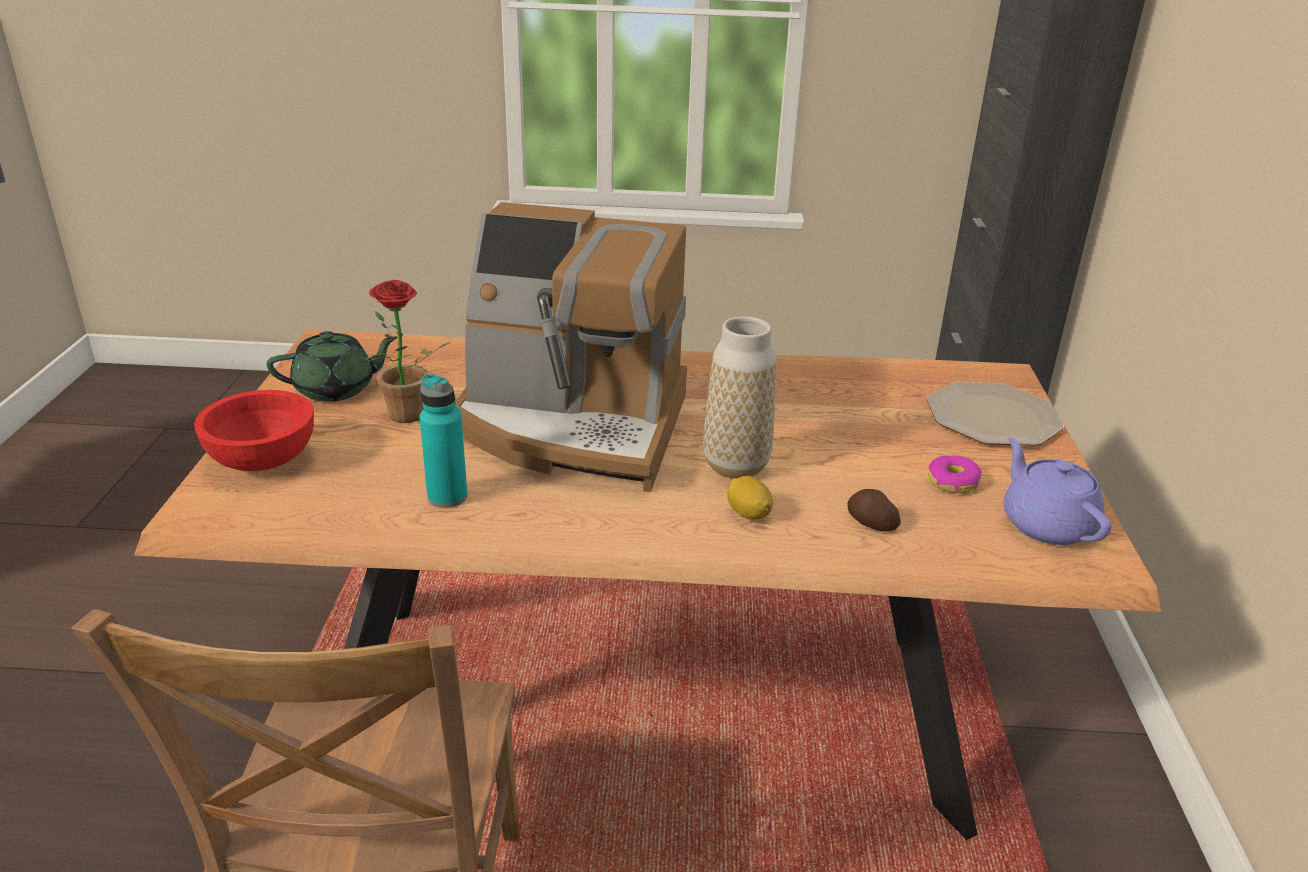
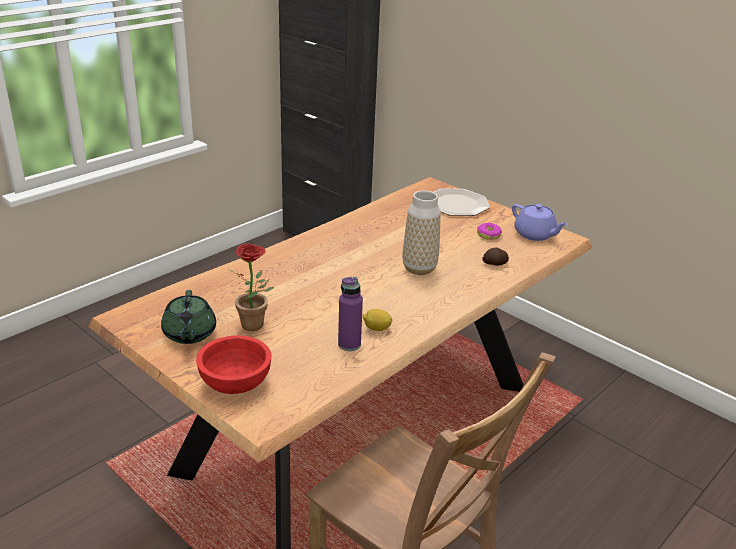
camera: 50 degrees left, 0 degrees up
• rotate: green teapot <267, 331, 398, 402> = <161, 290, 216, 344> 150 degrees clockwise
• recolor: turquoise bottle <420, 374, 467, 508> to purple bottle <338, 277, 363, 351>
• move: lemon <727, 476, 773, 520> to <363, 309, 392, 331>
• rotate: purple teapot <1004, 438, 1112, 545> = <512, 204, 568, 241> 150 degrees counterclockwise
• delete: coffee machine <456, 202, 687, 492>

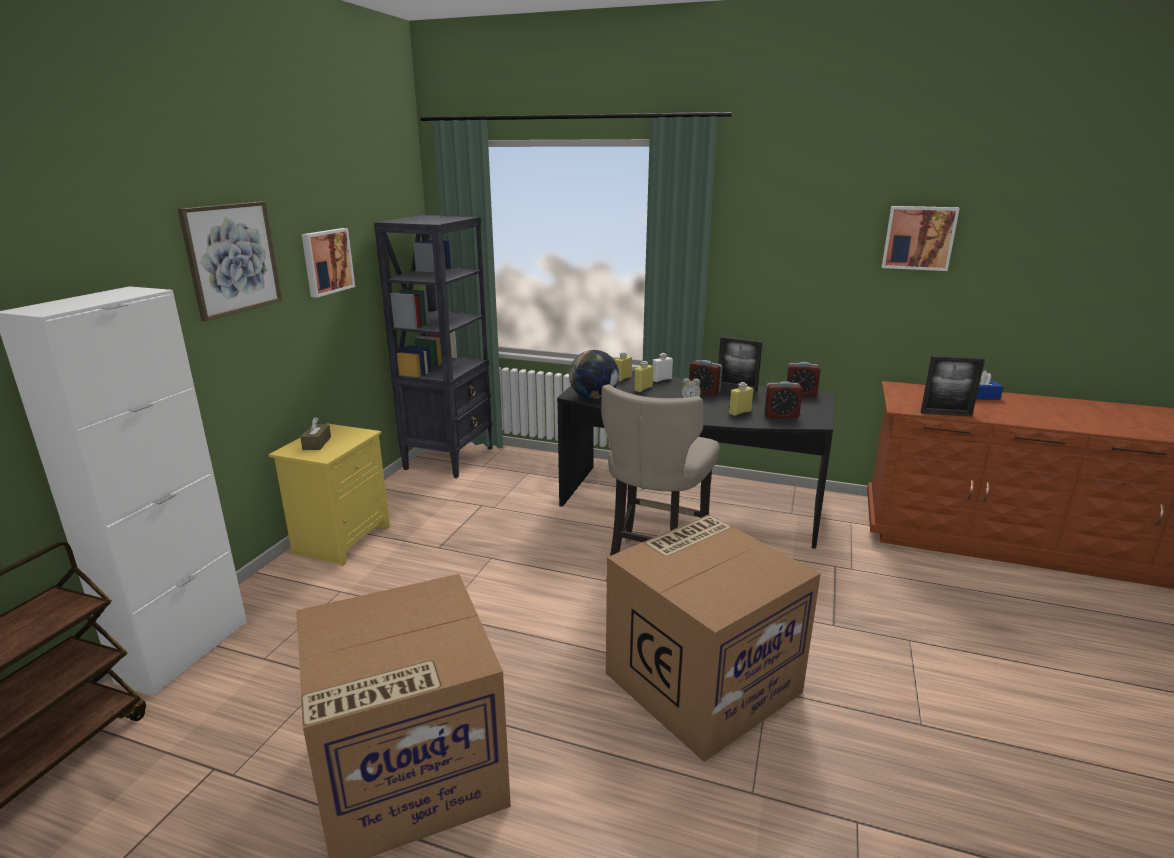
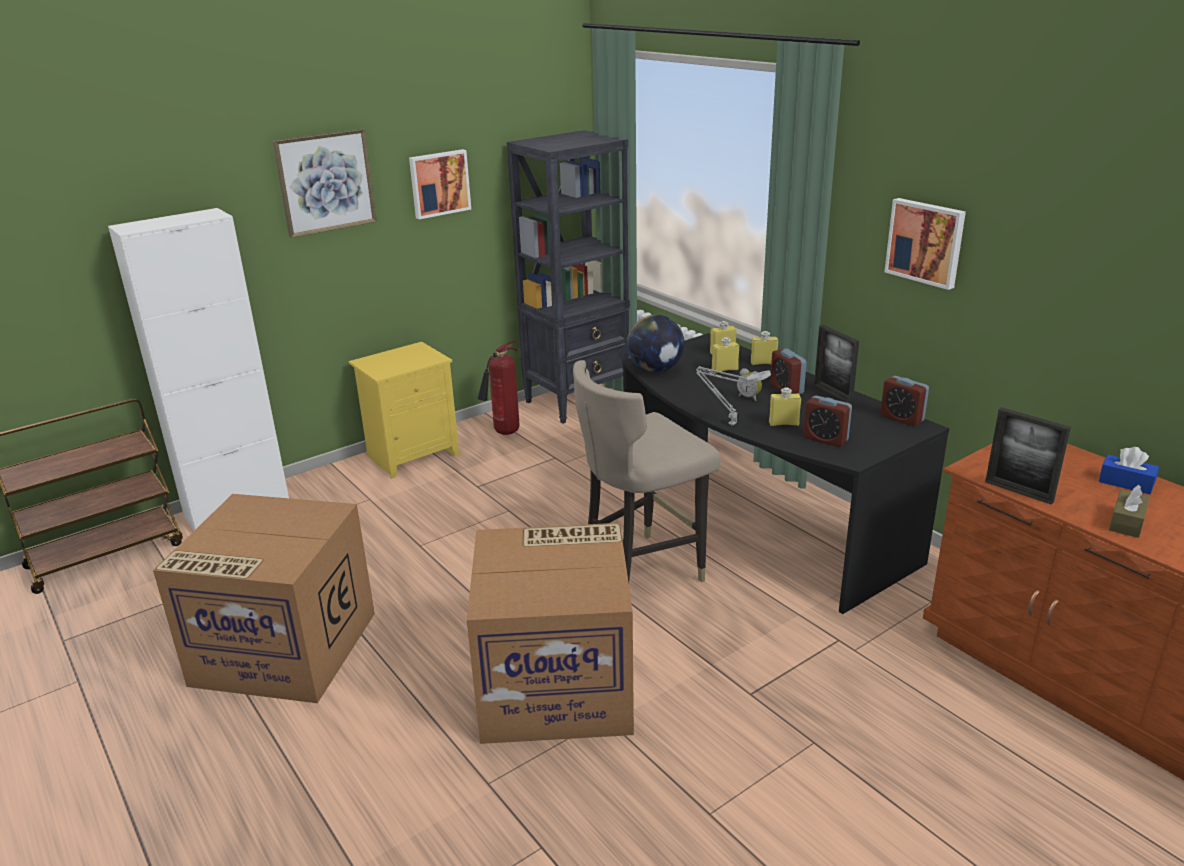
camera: 35 degrees right, 5 degrees up
• insert: fire extinguisher <478, 341, 520, 435>
• insert: grey table lamp <696, 366, 771, 426>
• recolor: white bottle <652, 353, 673, 382> to yellow bottle <751, 331, 778, 365>
• move: picture <882, 206, 960, 271> to <885, 198, 966, 290>
• move: brown tissue box <300, 417, 331, 450> to <1109, 485, 1150, 538>

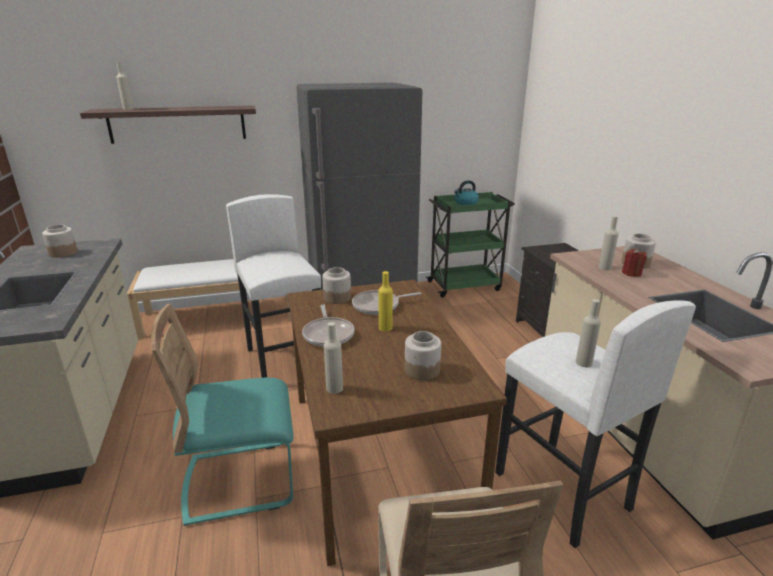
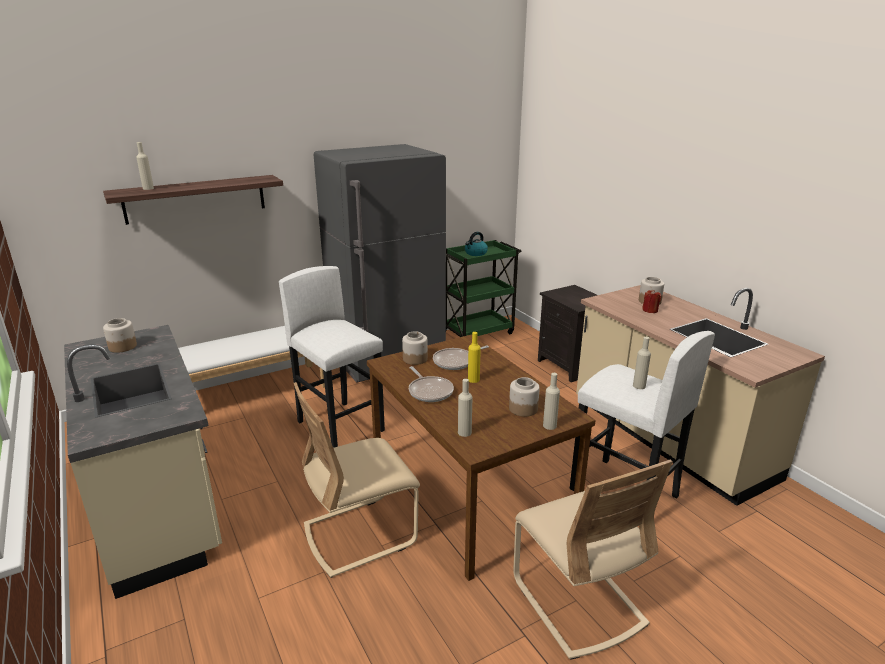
camera: 15 degrees left, 0 degrees up
• recolor: turquoise chair <151, 304, 294, 526> to beige chair <294, 382, 420, 578>
• move: beige bottle <599, 216, 619, 270> to <543, 373, 560, 430>

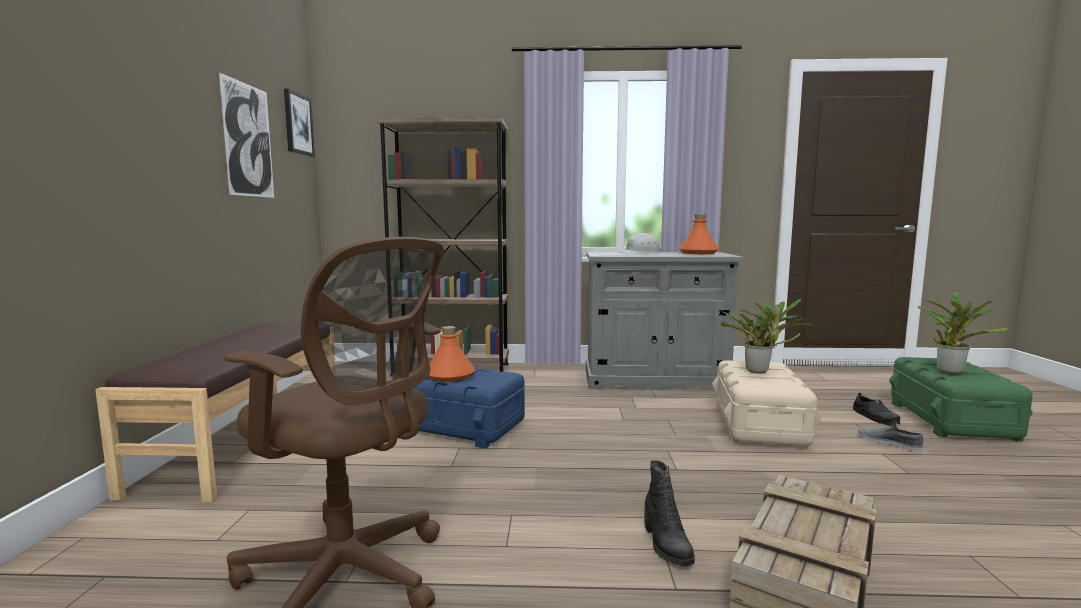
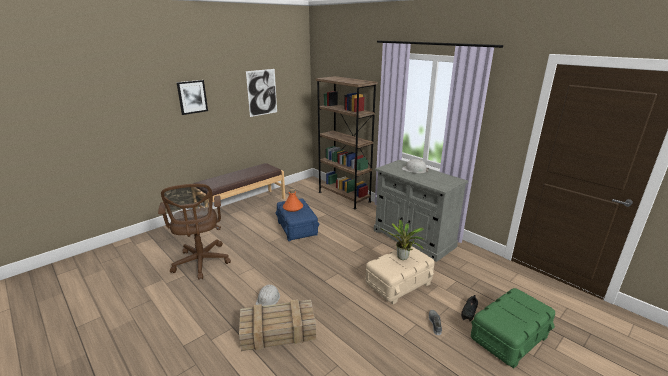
camera: 45 degrees right, 15 degrees up
• move: picture <284, 89, 315, 157> to <176, 80, 208, 115>
• replace: black boot <644, 460, 695, 566> to white hard hat <256, 285, 280, 306>
• delete: orange bottle <679, 215, 719, 254>
• delete: potted plant <917, 292, 1009, 374>

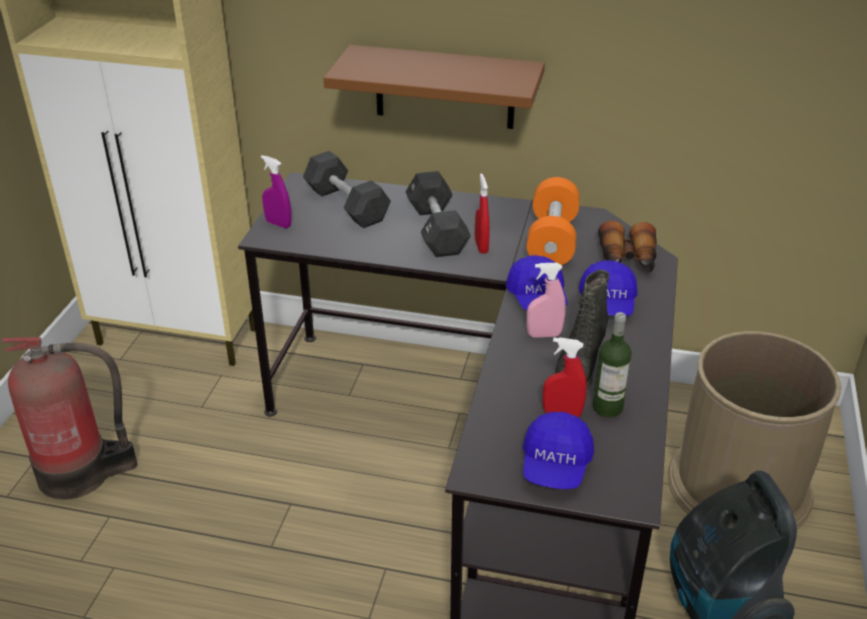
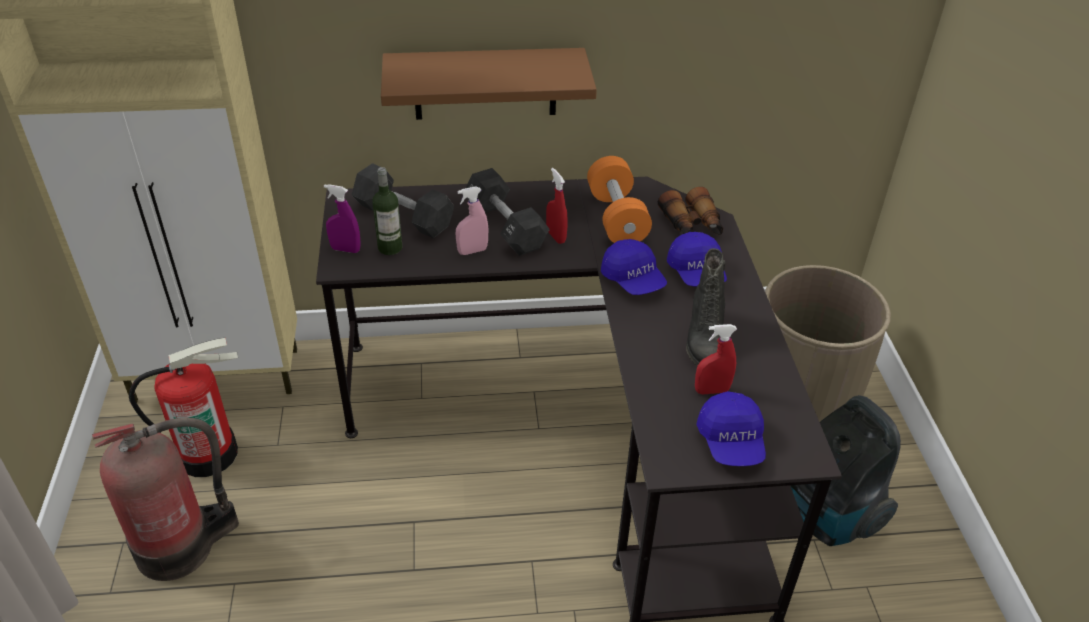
camera: 20 degrees left, 5 degrees up
• insert: fire extinguisher <129, 338, 238, 477>
• move: bottle <593, 312, 632, 417> to <372, 167, 402, 255>
• move: pink spray bottle <527, 263, 566, 338> to <456, 186, 488, 255>

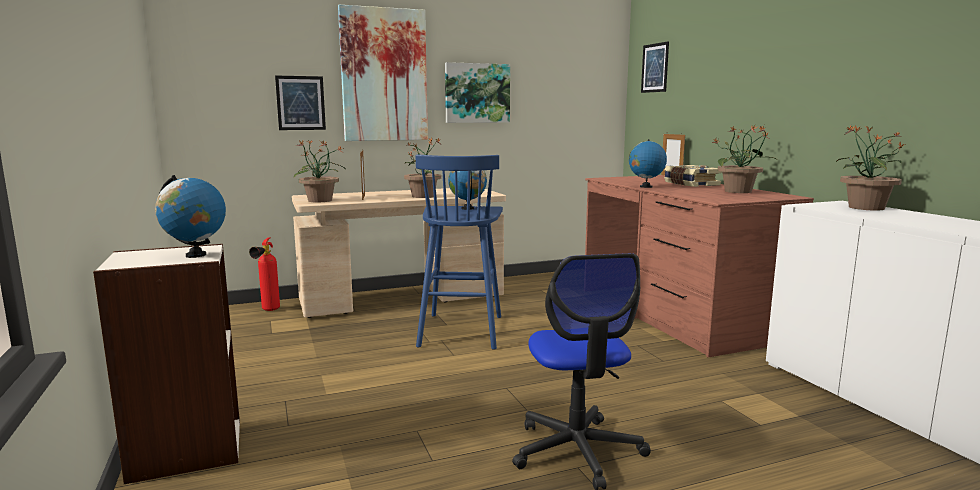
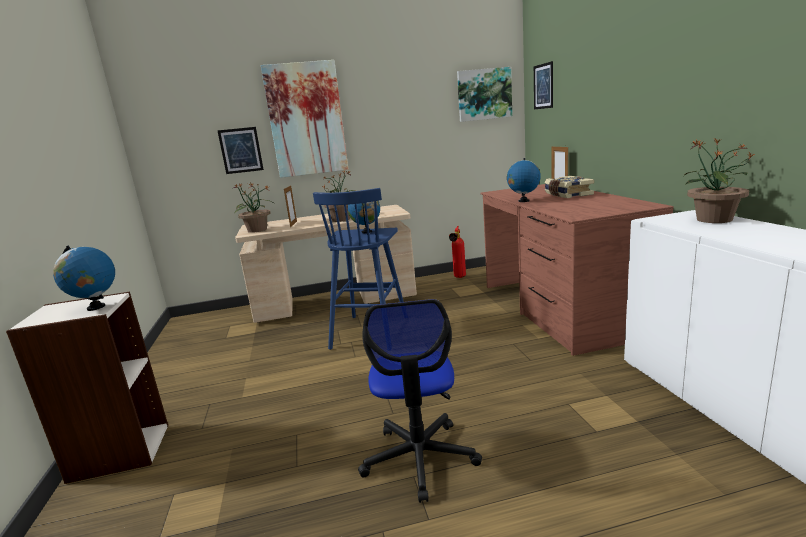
camera: 10 degrees right, 5 degrees up
• move: fire extinguisher <249, 237, 280, 311> to <449, 226, 466, 278>
• move: picture <445, 62, 510, 123> to <457, 67, 512, 122>
• delete: potted plant <712, 125, 776, 193>

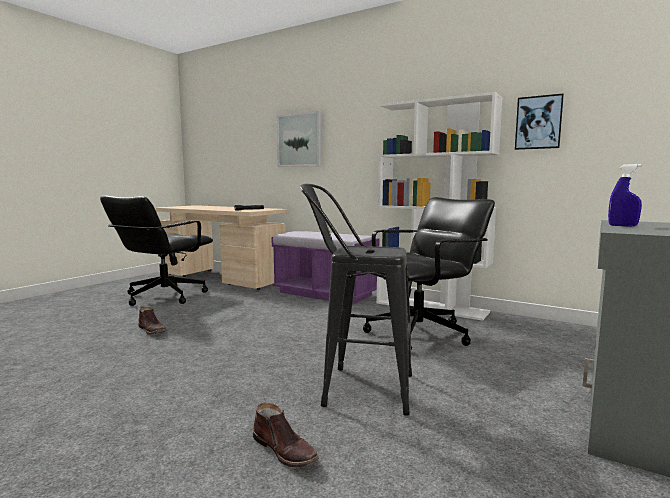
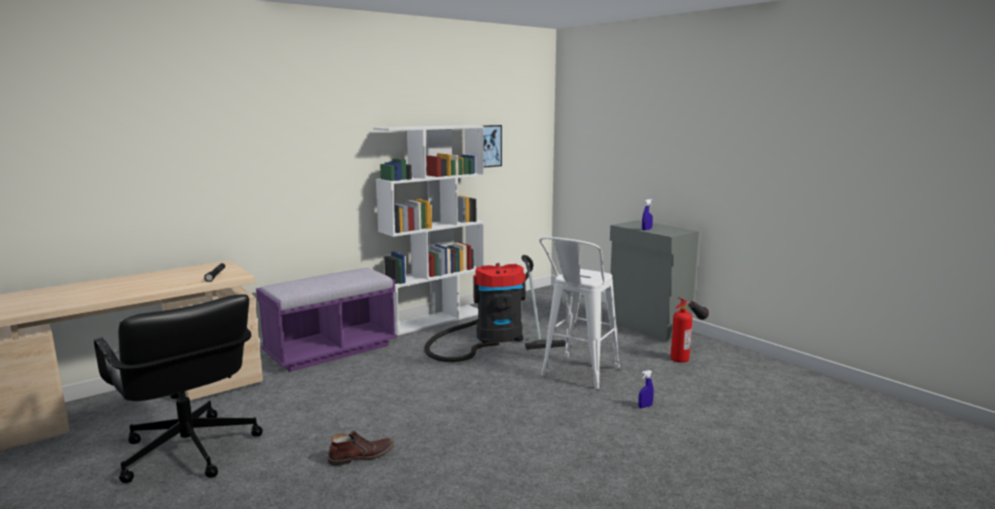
camera: 70 degrees left, 5 degrees up
• replace: black office chair <363, 197, 495, 350> to vacuum cleaner <424, 255, 566, 362>
• recolor: black stool <300, 184, 412, 416> to white stool <539, 237, 620, 390>
• replace: brown boot <253, 403, 319, 468> to blue spray bottle <638, 370, 654, 408>
• insert: fire extinguisher <671, 297, 709, 363>
• delete: picture <276, 111, 321, 167>

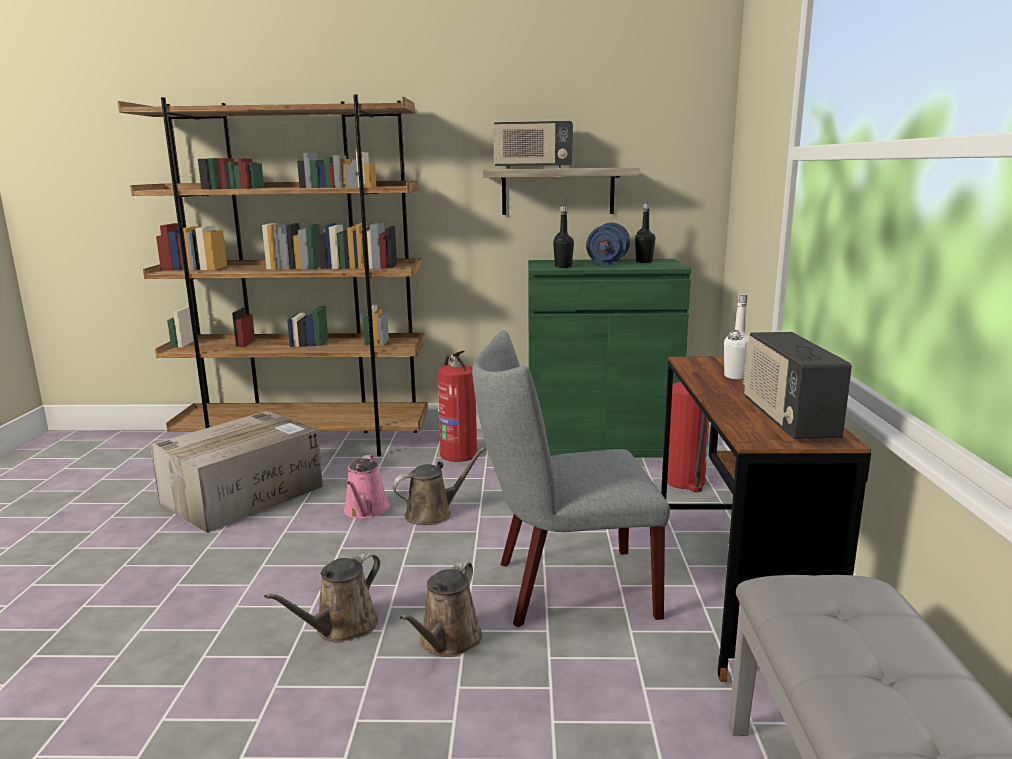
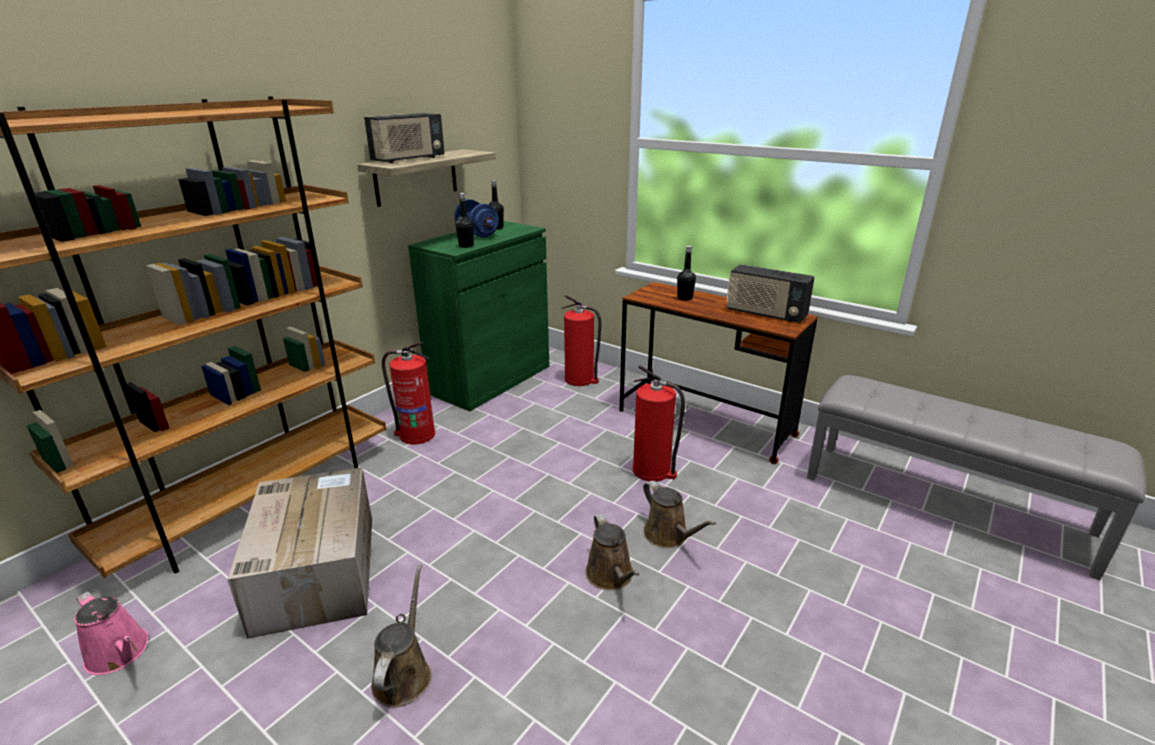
camera: 55 degrees left, 10 degrees up
• move: pink watering can <344, 455, 390, 519> to <74, 591, 148, 675>
• move: brown watering can <392, 448, 486, 525> to <371, 565, 432, 707>
• replace: grey chair <472, 331, 670, 627> to fire extinguisher <633, 366, 685, 482>
• recolor: white bottle <724, 294, 749, 380> to black bottle <677, 246, 696, 301>

